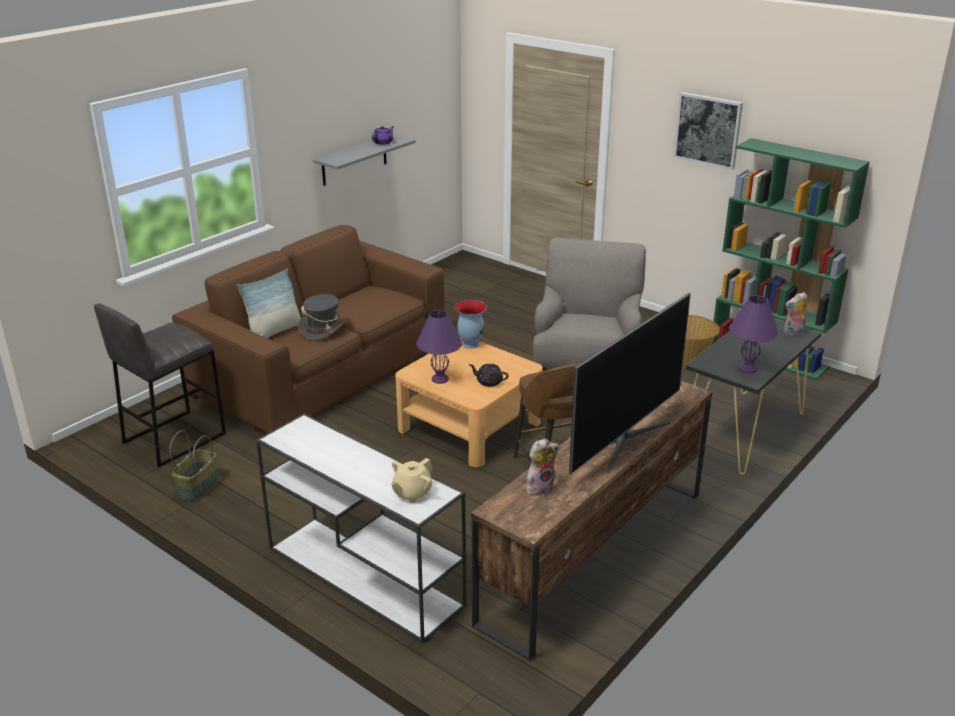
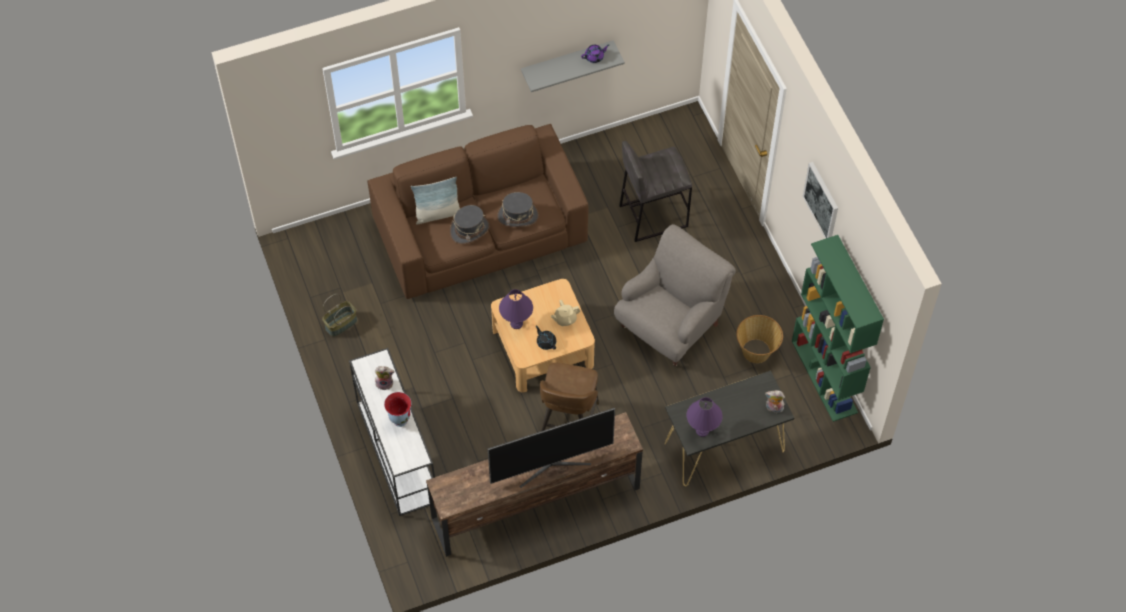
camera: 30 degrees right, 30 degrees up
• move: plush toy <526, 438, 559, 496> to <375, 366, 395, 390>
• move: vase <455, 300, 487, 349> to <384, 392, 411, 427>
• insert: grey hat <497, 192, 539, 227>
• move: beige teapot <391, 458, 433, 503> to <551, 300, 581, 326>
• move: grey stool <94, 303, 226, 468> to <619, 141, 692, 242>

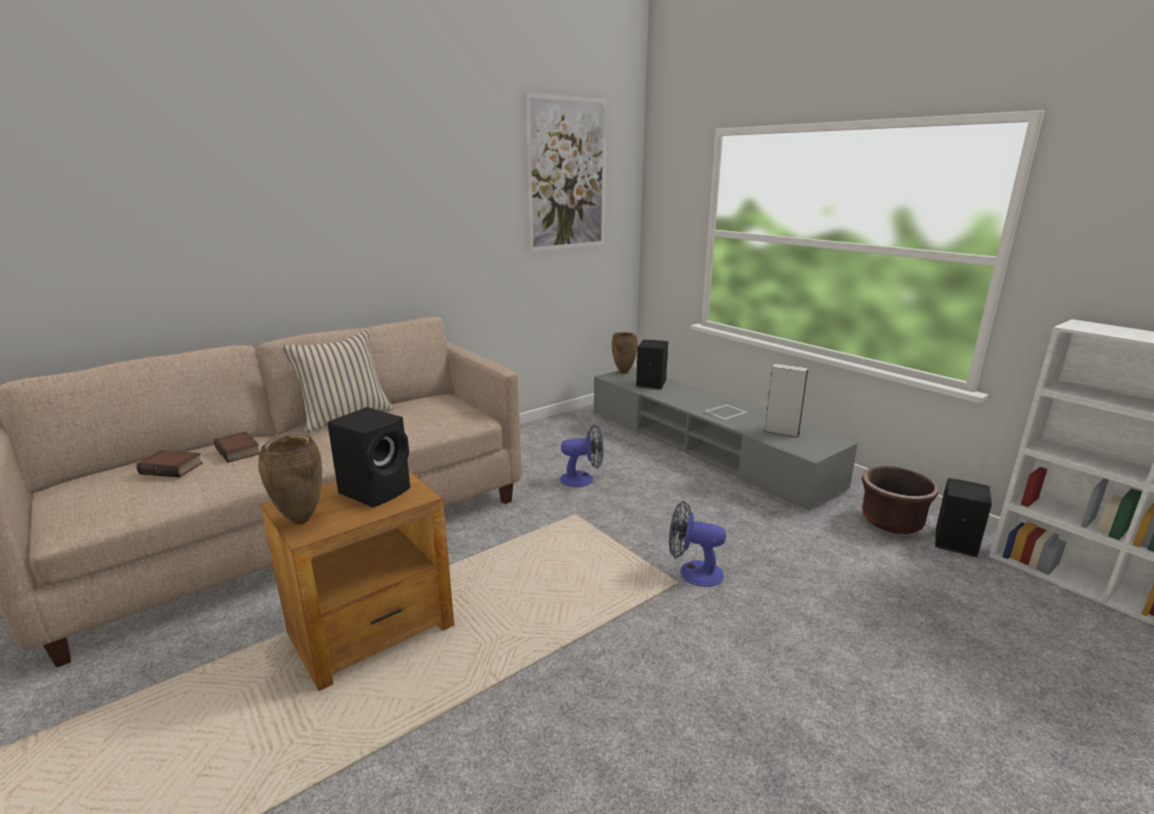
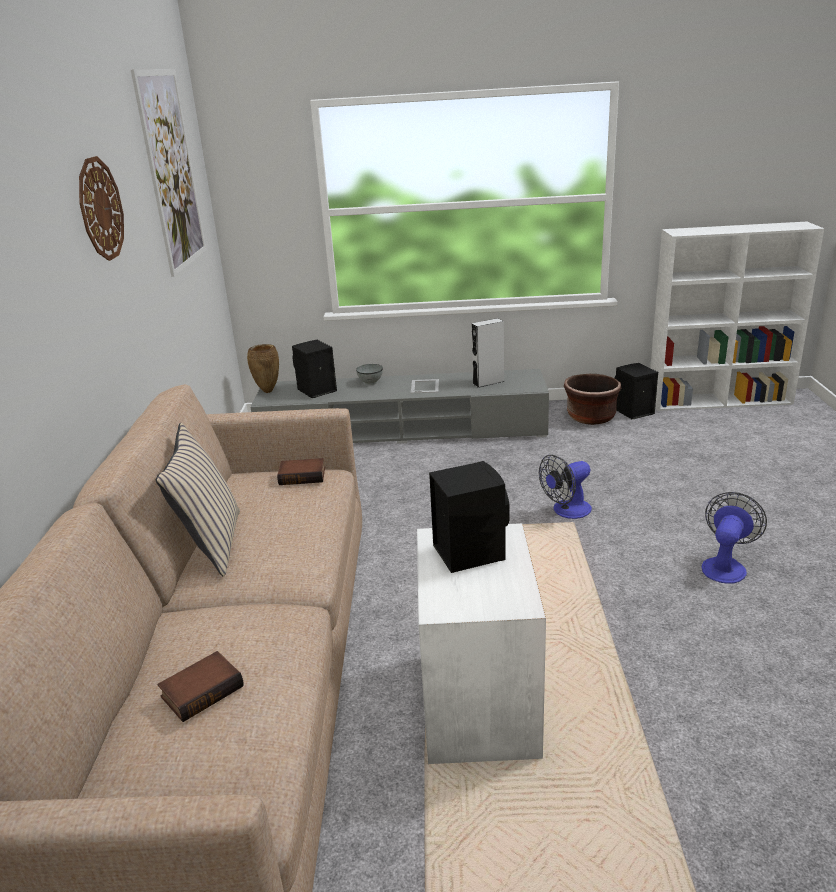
camera: 50 degrees left, 5 degrees up
• insert: wall clock <79, 156, 124, 261>
• move: book <214, 431, 260, 463> to <277, 458, 325, 485>
• insert: grey bowl <356, 364, 383, 385>
• recolor: brown side table <260, 471, 454, 691> to white side table <417, 523, 546, 764>
• move: fan <560, 424, 603, 487> to <702, 492, 767, 584>
• delete: brown vase <258, 435, 322, 524>

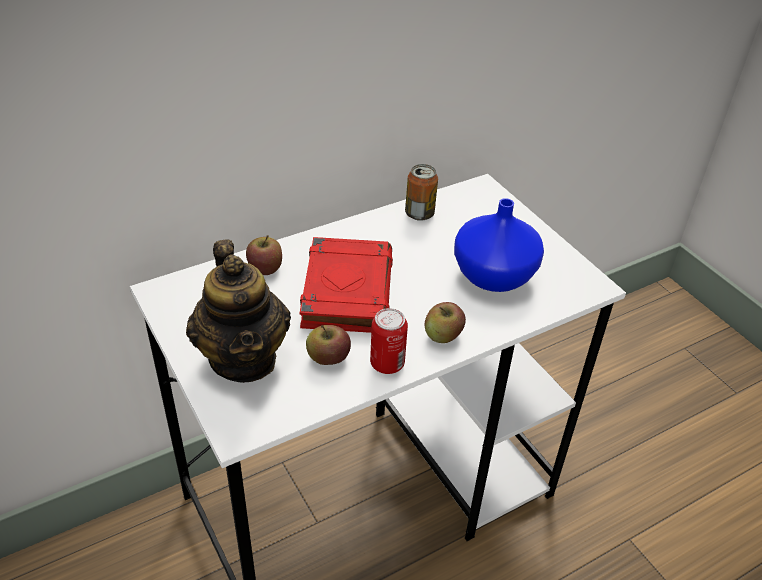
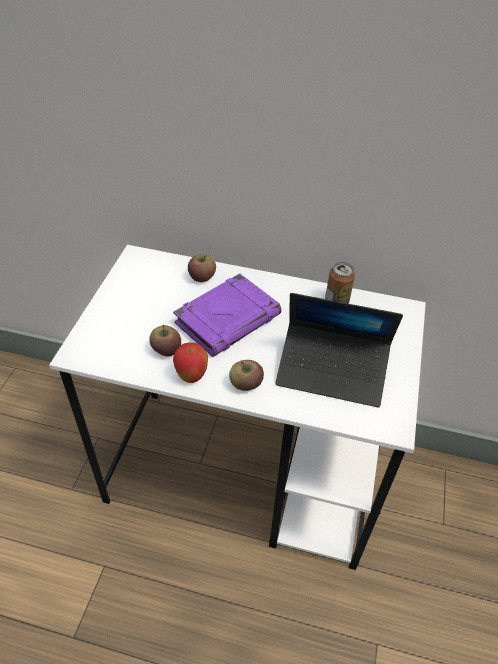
camera: 45 degrees right, 5 degrees up
• recolor: red book <300, 237, 393, 333> to purple book <173, 273, 281, 357>
• replace: can <370, 308, 408, 374> to apple <173, 343, 208, 383>
• replace: blue vase <454, 198, 544, 292> to laptop <275, 293, 403, 407>
• delete: teapot <186, 240, 291, 383>

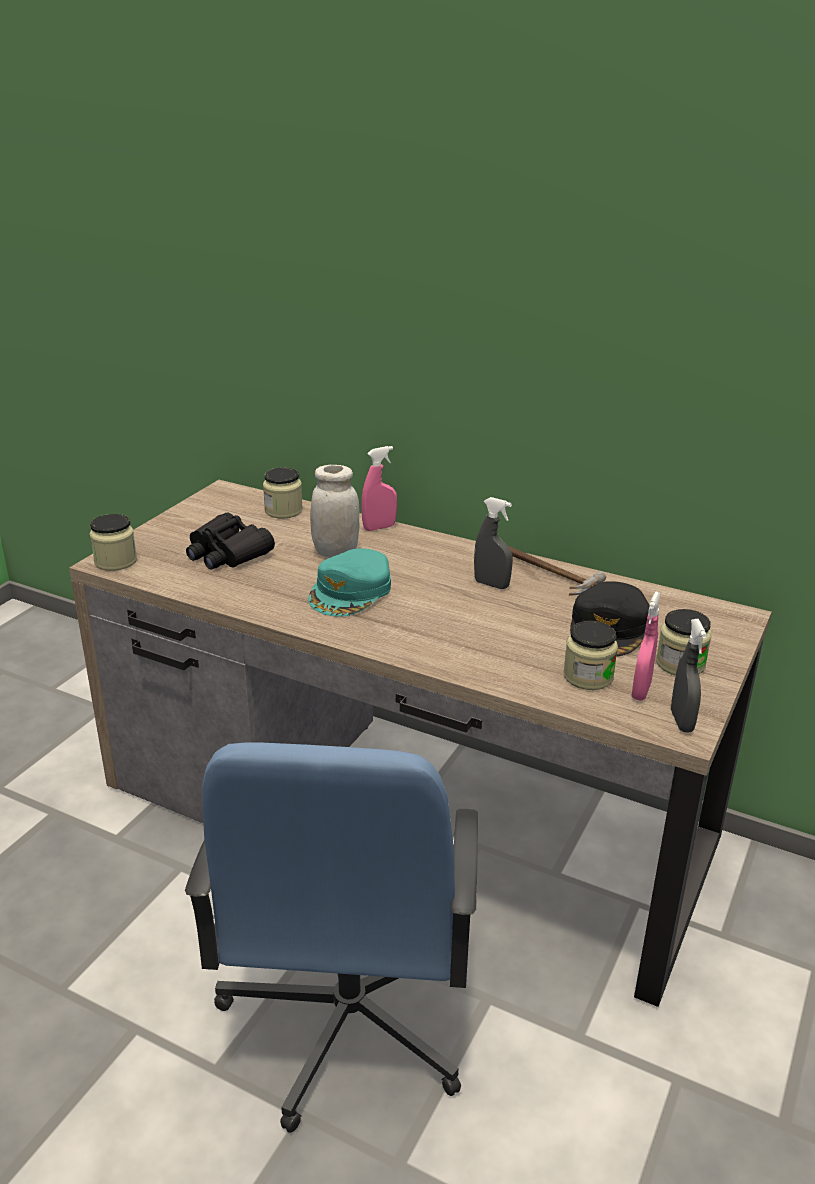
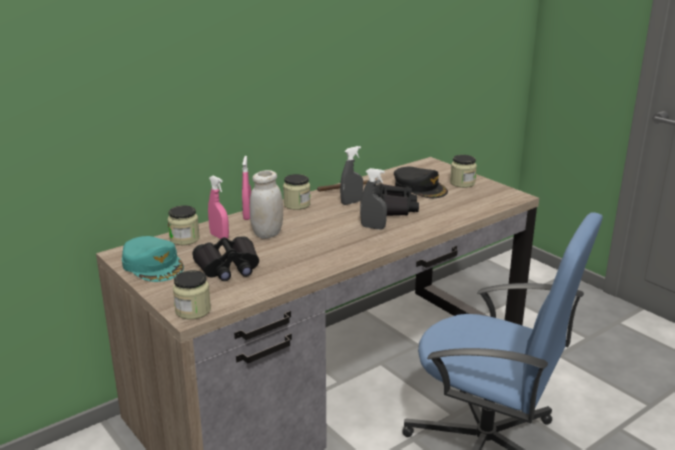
camera: 65 degrees left, 5 degrees down
• move: turquoise cap <308, 549, 391, 617> to <122, 236, 184, 282>
• move: pink spray bottle <632, 592, 661, 701> to <208, 176, 229, 239>
• move: jar <564, 621, 618, 690> to <283, 174, 310, 210>
• move: grey spray bottle <671, 619, 707, 732> to <360, 168, 387, 230>
• insert: black binoculars <375, 184, 419, 216>

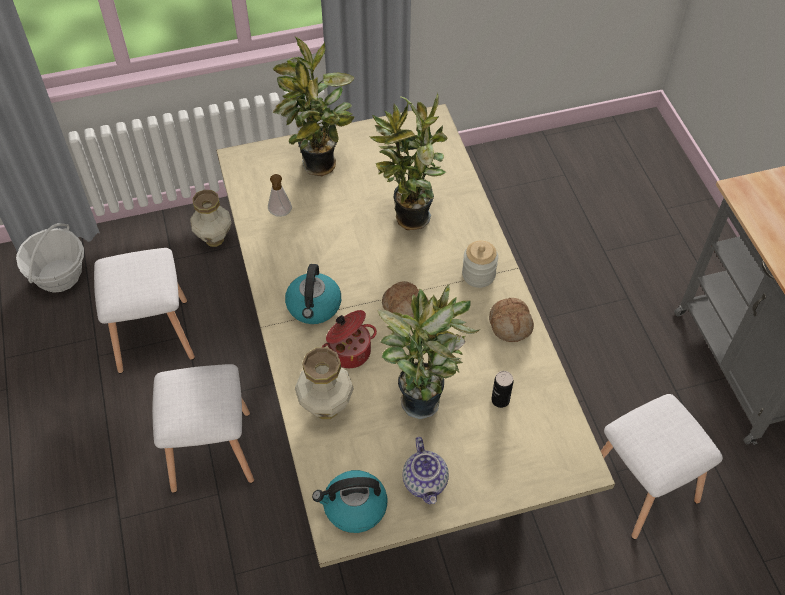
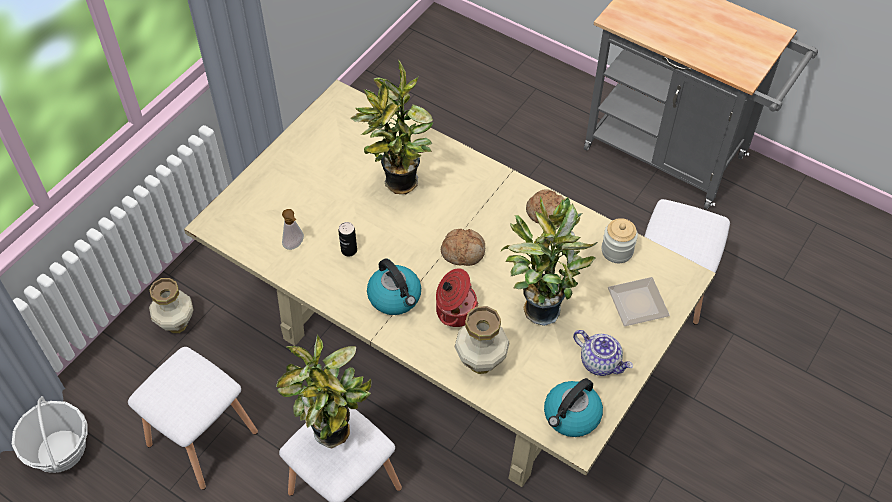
camera: 40 degrees left, 0 degrees up
• move: potted plant <272, 37, 355, 176> to <276, 334, 371, 449>
• move: can <491, 371, 514, 408> to <338, 222, 357, 257>
• move: jar <462, 241, 498, 288> to <601, 218, 638, 263>
• insert: plate <608, 277, 670, 326>

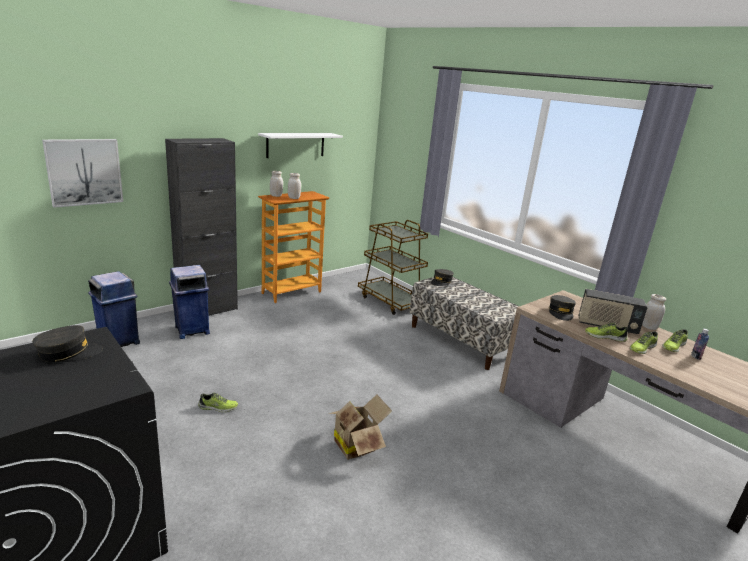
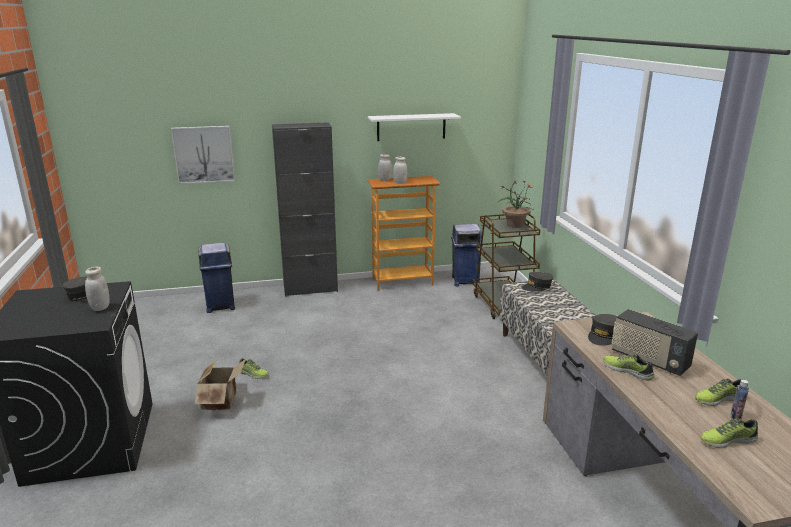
camera: 30 degrees right, 0 degrees up
• move: white jar <642, 294, 666, 330> to <85, 267, 109, 311>
• move: cardboard box <329, 394, 392, 460> to <195, 359, 246, 411>
• move: blue trash can <169, 265, 210, 339> to <451, 224, 483, 286>
• insert: potted plant <498, 179, 534, 228>
• move: shoe <630, 331, 658, 354> to <700, 418, 758, 448>

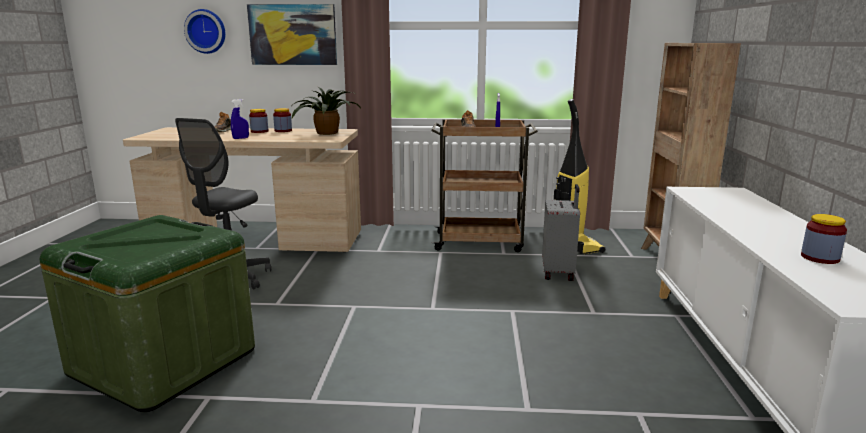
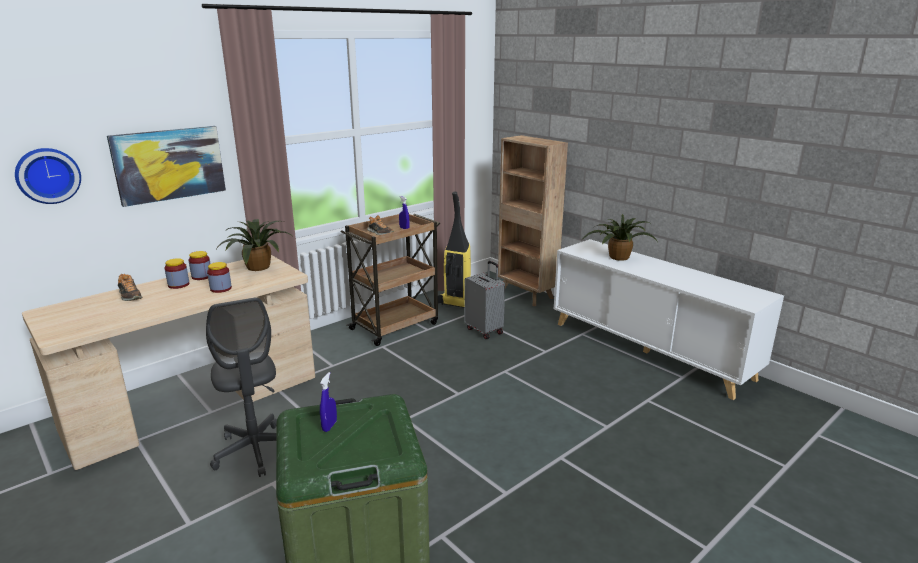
camera: 45 degrees left, 5 degrees up
• move: jar <801, 214, 847, 264> to <207, 262, 232, 293>
• move: blue spray bottle <231, 99, 249, 139> to <320, 372, 337, 432>
• insert: potted plant <582, 214, 657, 261>

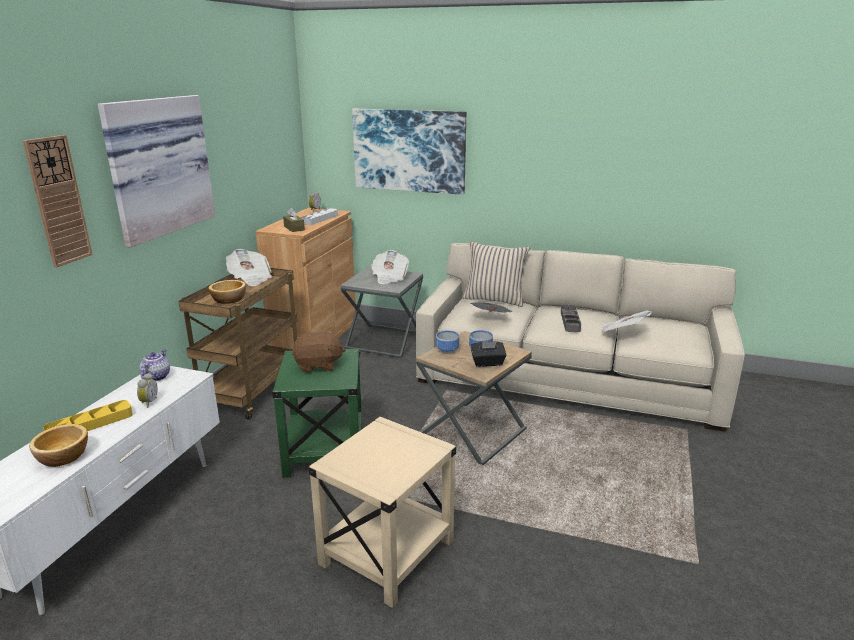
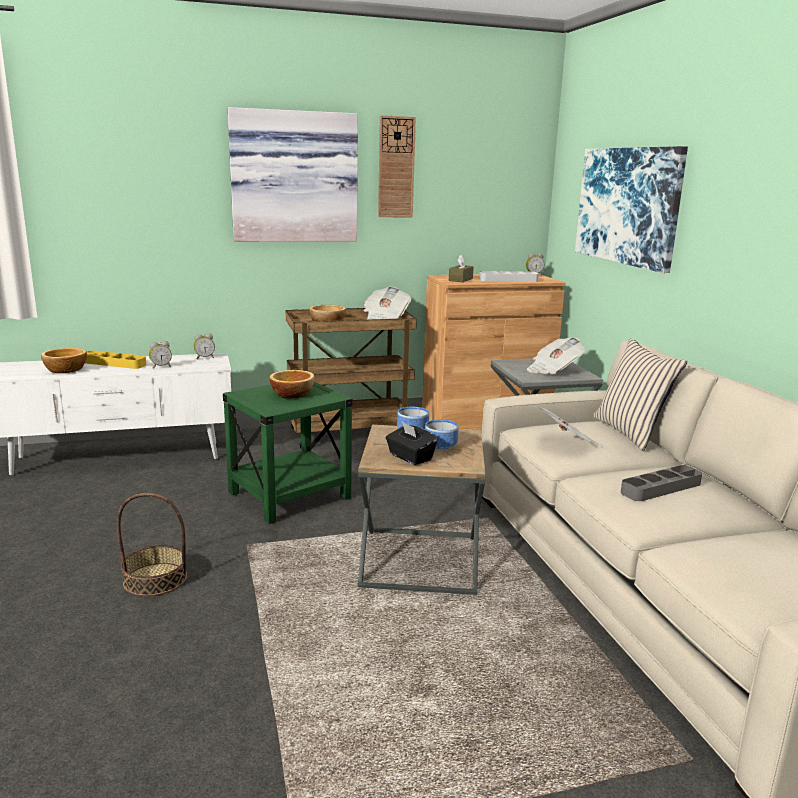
camera: 55 degrees right, 5 degrees down
• replace: beige side table <309, 417, 456, 608> to basket <117, 493, 187, 597>
• replace: teapot <140, 349, 170, 381> to alarm clock <194, 333, 215, 360>
• replace: brown plush toy <292, 330, 345, 373> to bowl <269, 370, 314, 398>
• move: wall clock <23, 135, 93, 268> to <378, 115, 416, 218>
• delete: newspaper <602, 310, 652, 332>

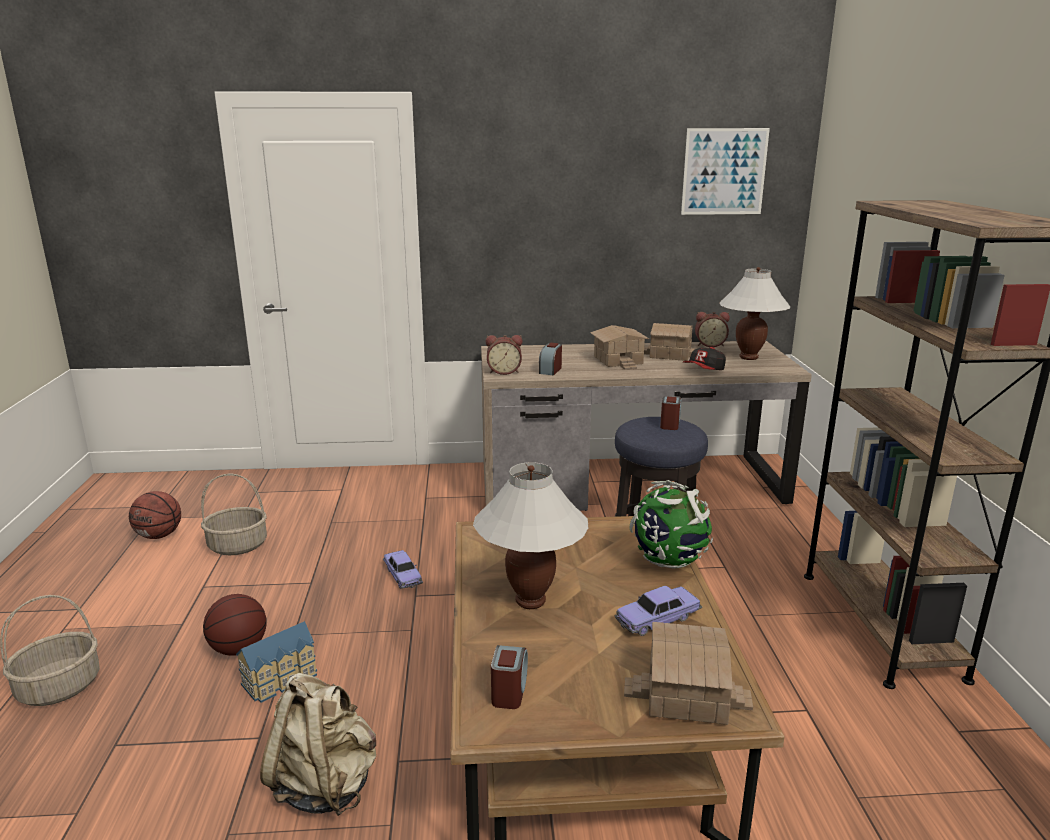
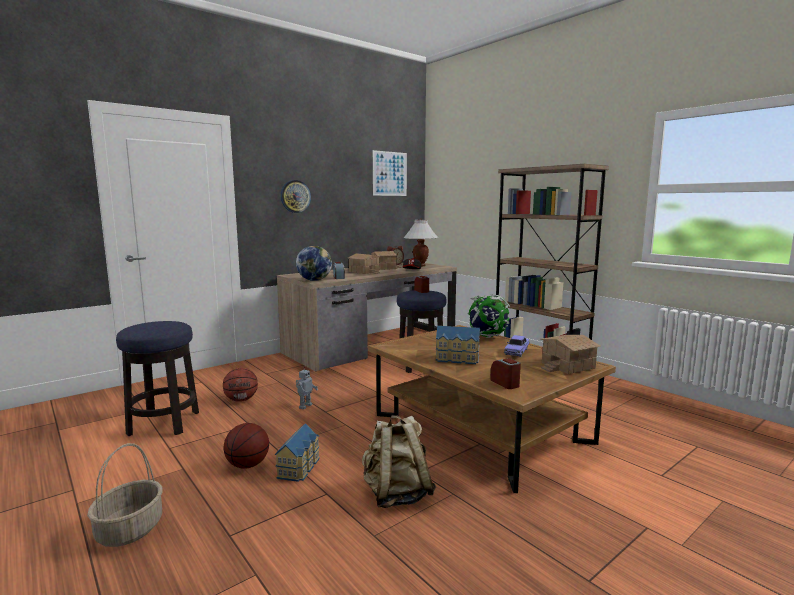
camera: 35 degrees left, 10 degrees down
• replace: basket <201, 473, 267, 555> to stool <116, 321, 199, 436>
• move: basketball <129, 491, 181, 539> to <223, 368, 258, 402>
• insert: wall clock <281, 180, 311, 213>
• replace: alarm clock <486, 335, 523, 375> to globe <296, 246, 332, 281>
• replace: toy car <383, 550, 423, 589> to toy robot <296, 366, 318, 409>
• replace: white table lamp <473, 462, 588, 609> to toy house <436, 326, 480, 364>

